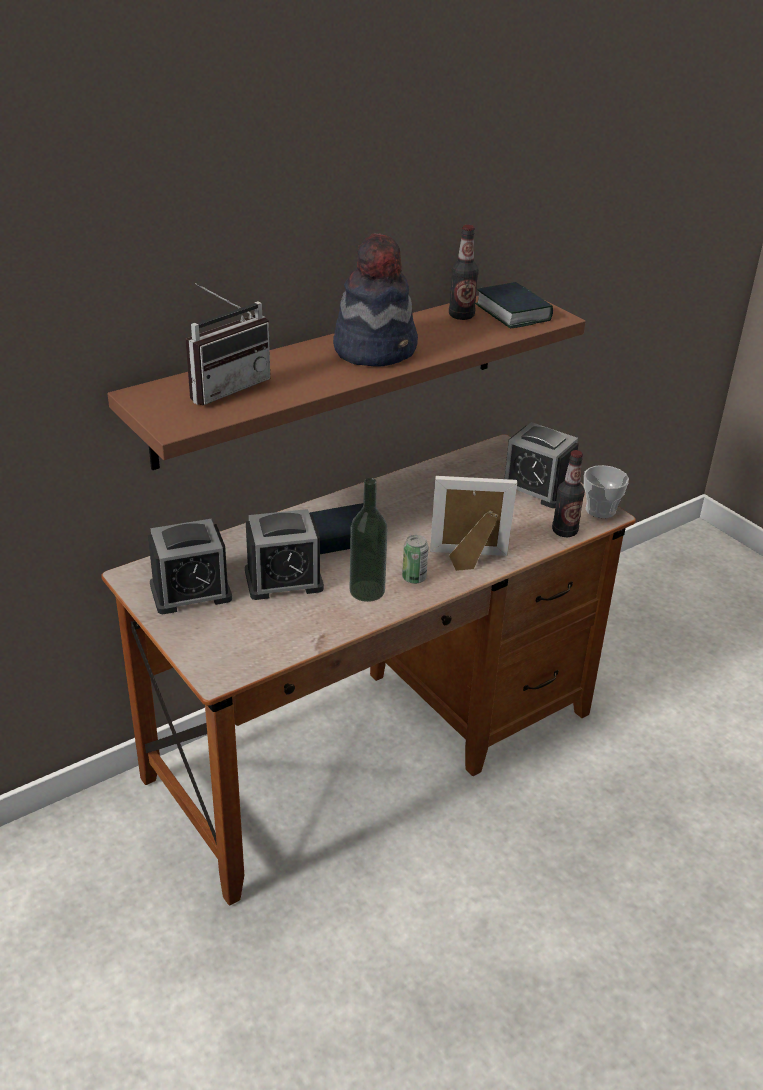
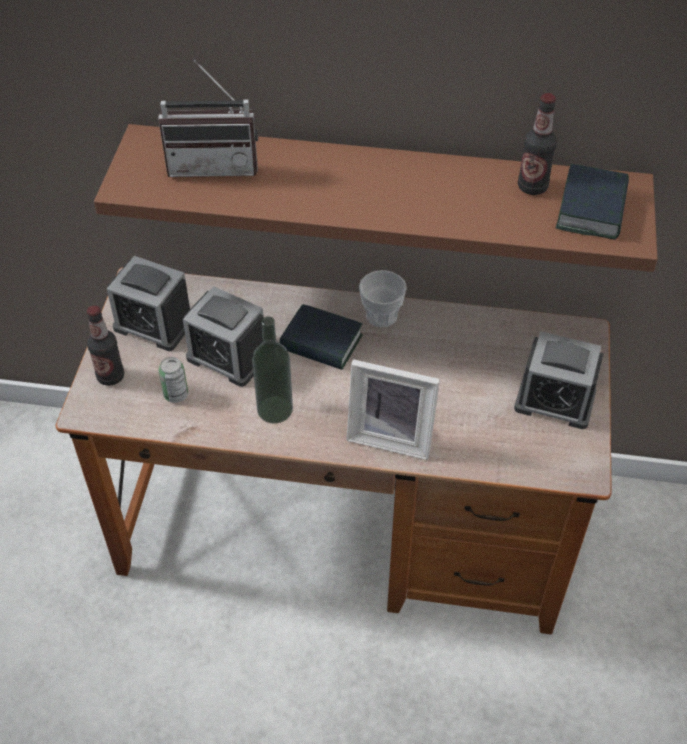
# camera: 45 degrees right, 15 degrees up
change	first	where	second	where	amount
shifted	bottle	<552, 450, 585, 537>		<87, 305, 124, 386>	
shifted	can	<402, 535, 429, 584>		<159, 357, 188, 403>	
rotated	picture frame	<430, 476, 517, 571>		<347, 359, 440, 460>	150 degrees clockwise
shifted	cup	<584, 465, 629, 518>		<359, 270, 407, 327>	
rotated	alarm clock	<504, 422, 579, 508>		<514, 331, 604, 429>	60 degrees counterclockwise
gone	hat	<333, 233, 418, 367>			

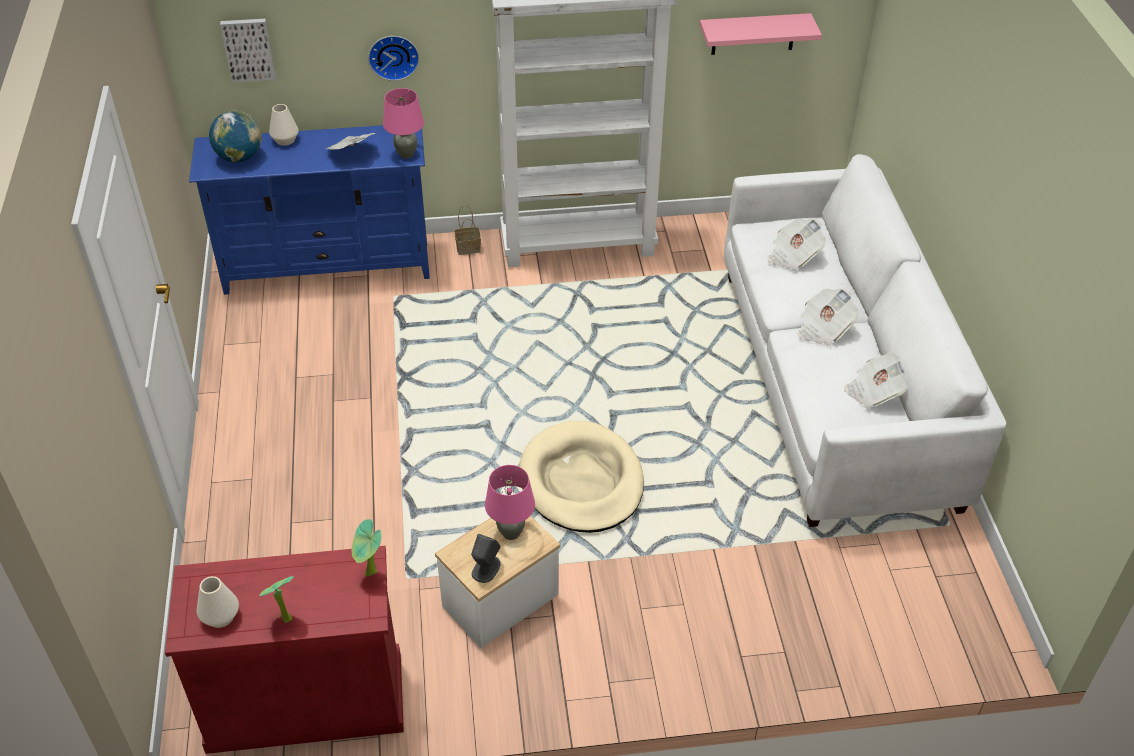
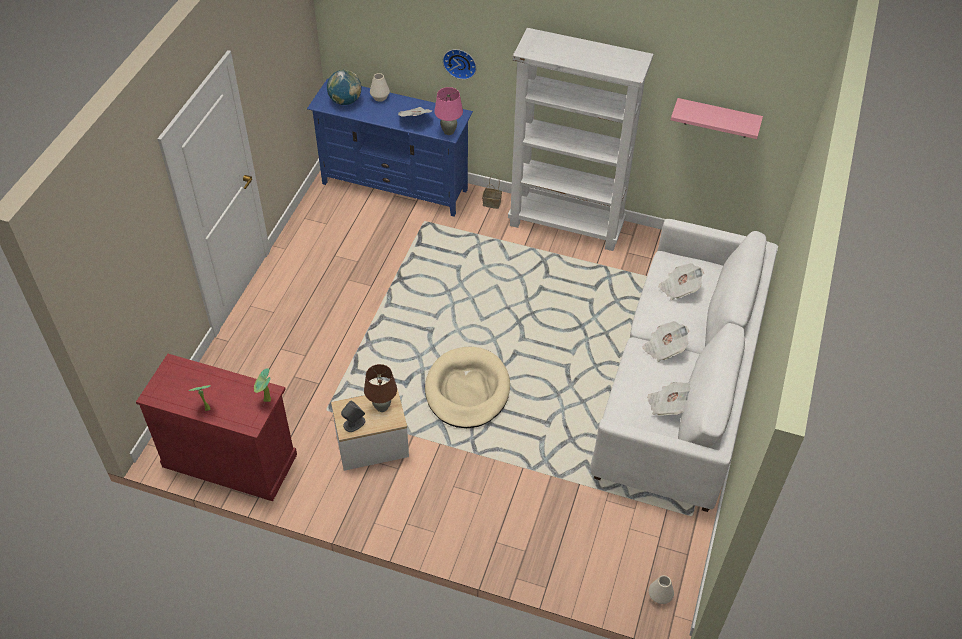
# camera: 25 degrees right, 5 degrees up
change	first	where	second	where	amount
repainted	pink table lamp	<485, 465, 535, 540>	brown table lamp	<364, 364, 397, 412>	
shifted	white vase	<197, 576, 239, 628>		<649, 575, 674, 604>	
gone	picture	<220, 19, 276, 83>			

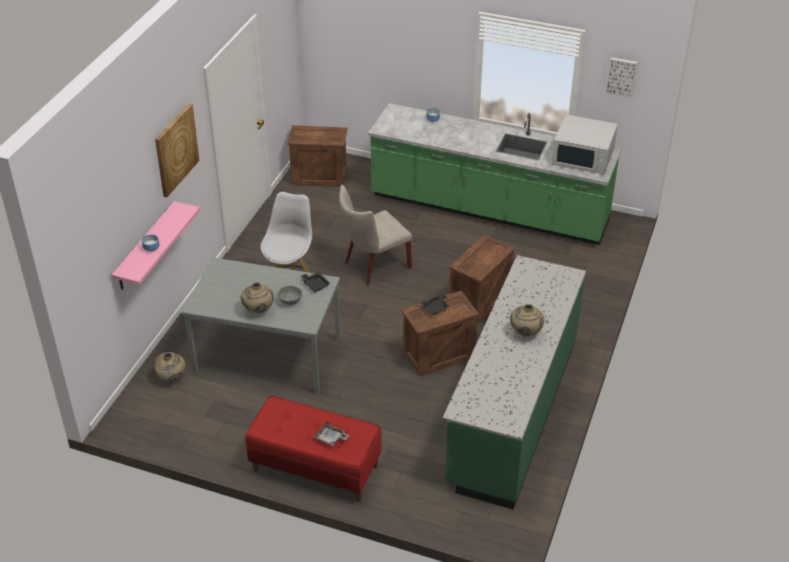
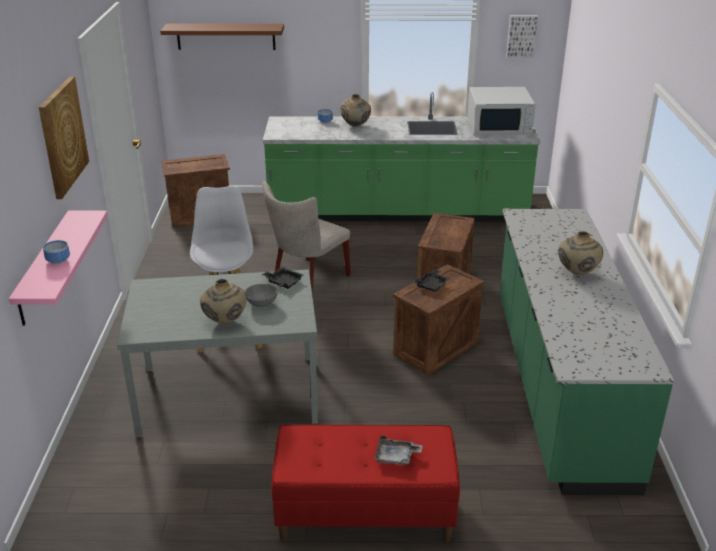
# camera: 20 degrees left, 10 degrees down
change	first	where	second	where	amount
new			brown shelf	<160, 24, 284, 50>	
shifted	beige vase	<154, 352, 186, 382>		<340, 94, 371, 127>	

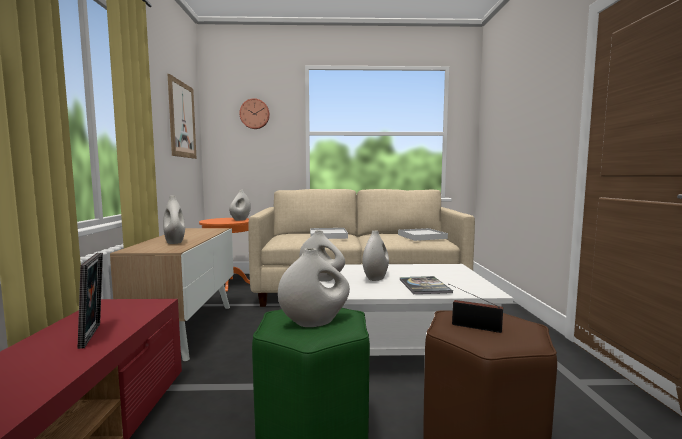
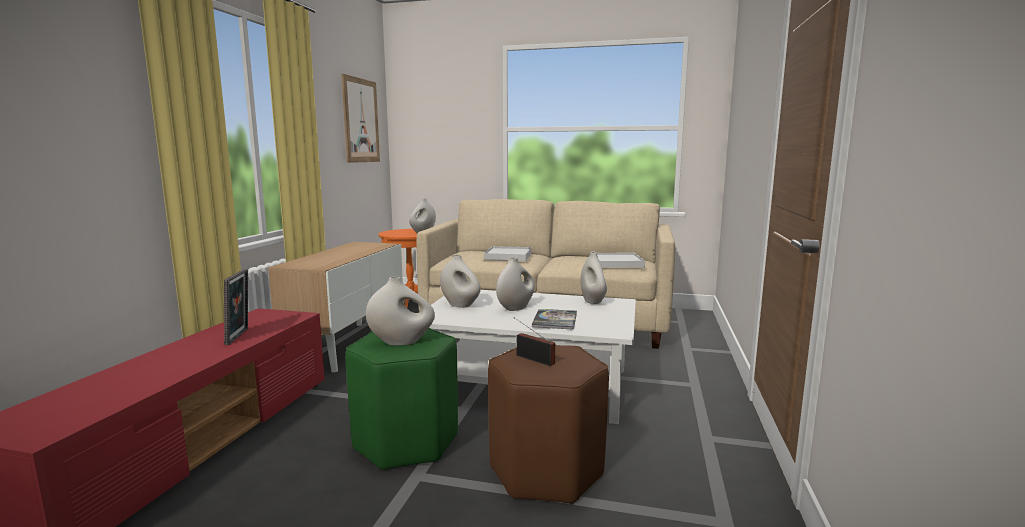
# camera: 15 degrees right, 5 degrees up
change	first	where	second	where	amount
shifted	white vase	<163, 196, 185, 244>		<580, 251, 607, 304>	
gone	wall clock	<239, 98, 270, 129>			

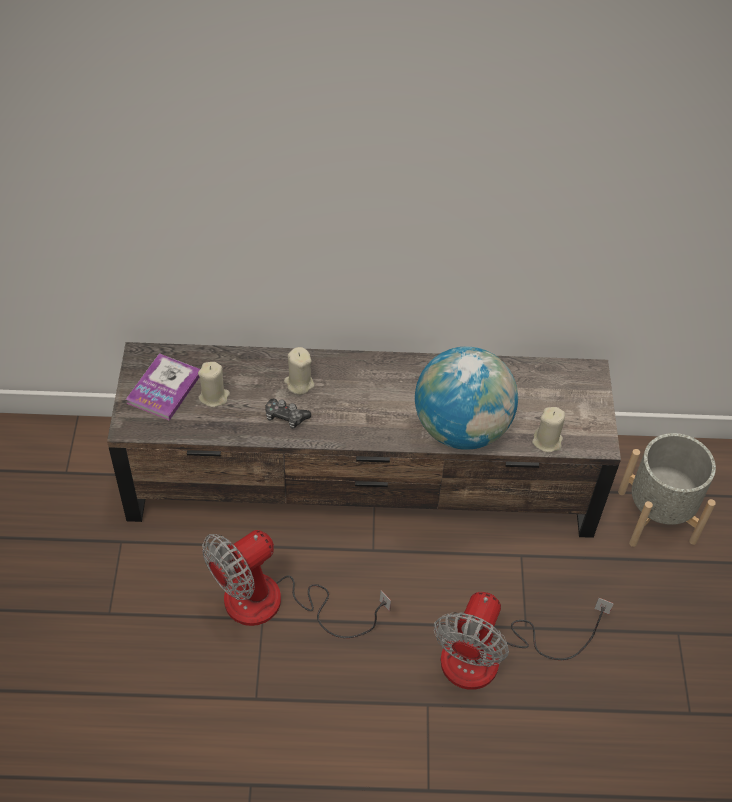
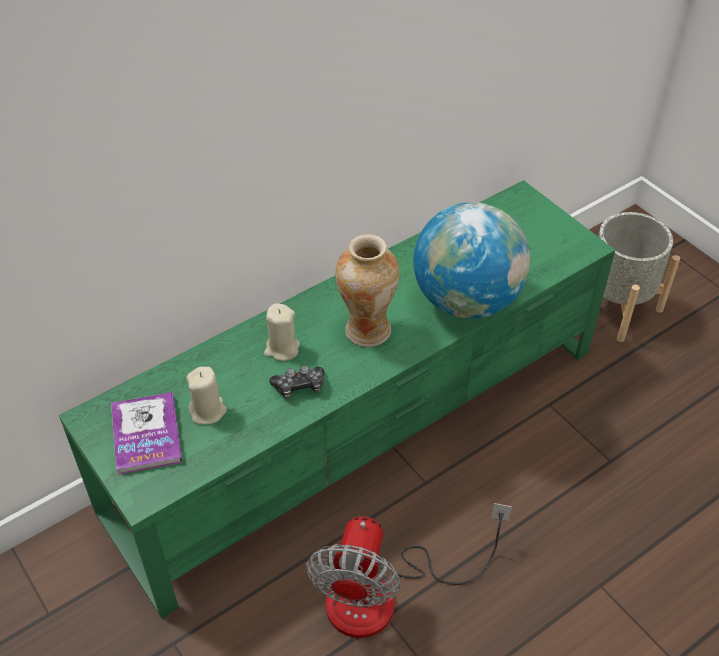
# camera: 35 degrees left, 5 degrees down
change	first	where	second	where	amount
repainted	brown tv stand	<107, 342, 621, 538>	green tv stand	<59, 180, 615, 619>	
new			vase	<335, 234, 399, 347>	
gone	fan	<433, 592, 614, 690>			
gone	beige candle	<532, 407, 565, 453>			

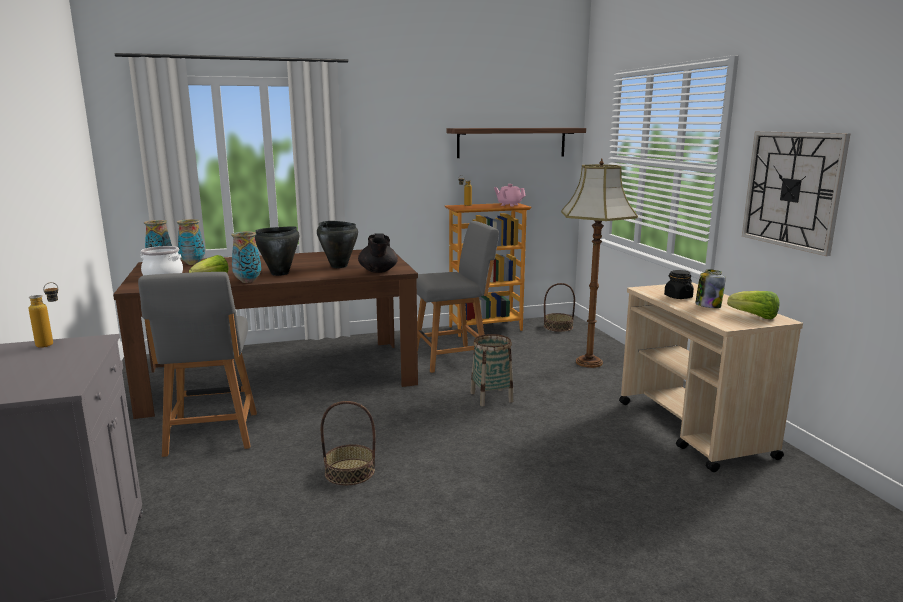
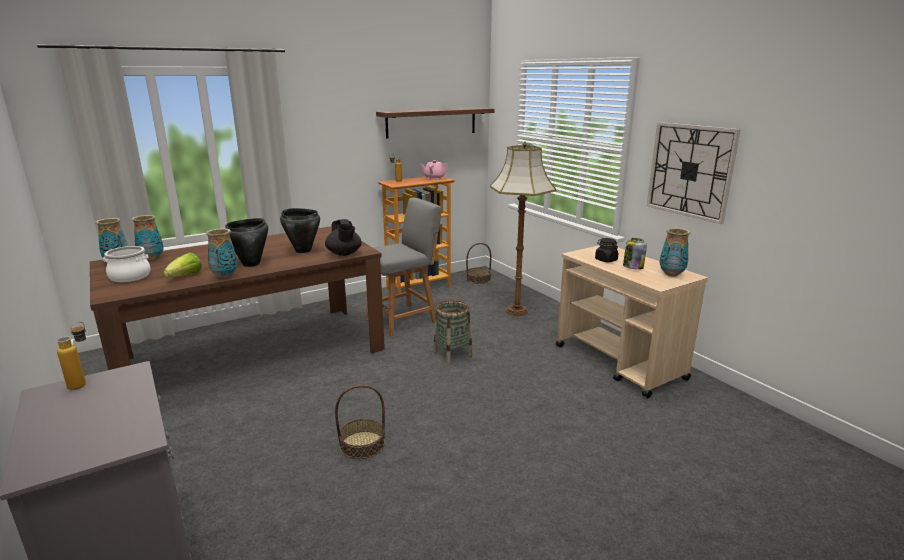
# camera: 15 degrees left, 5 degrees up
change	first	where	second	where	amount
swapped	lettuce	<727, 291, 780, 319>	vase	<660, 228, 691, 277>	
gone	grey chair	<138, 272, 257, 457>			

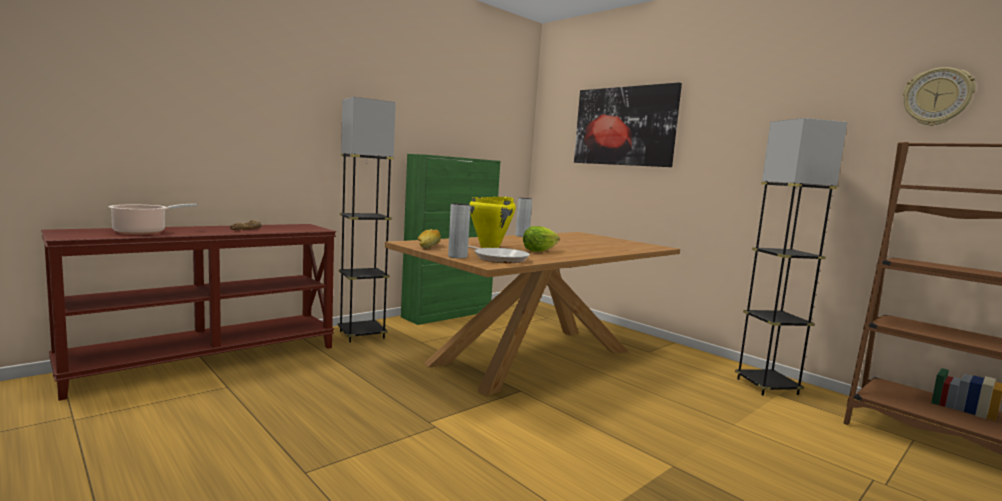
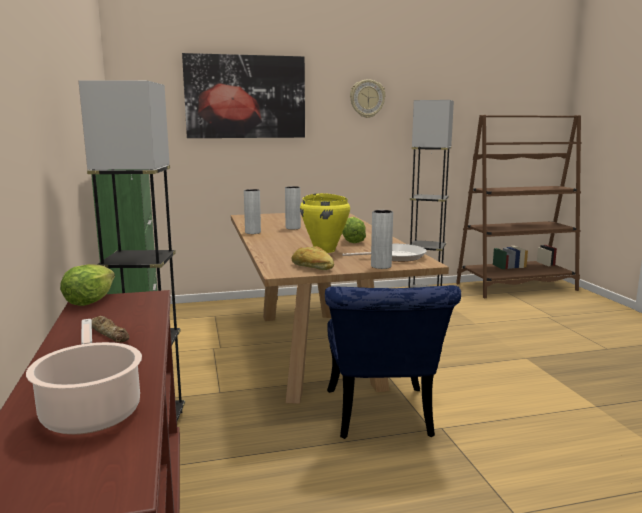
# camera: 60 degrees left, 5 degrees up
change	first	where	second	where	amount
new			lettuce	<60, 264, 115, 306>	
new			grey vase	<285, 186, 301, 229>	
new			blue chair	<325, 285, 461, 439>	
shifted	wall clock	<903, 67, 976, 126>		<350, 79, 386, 118>	

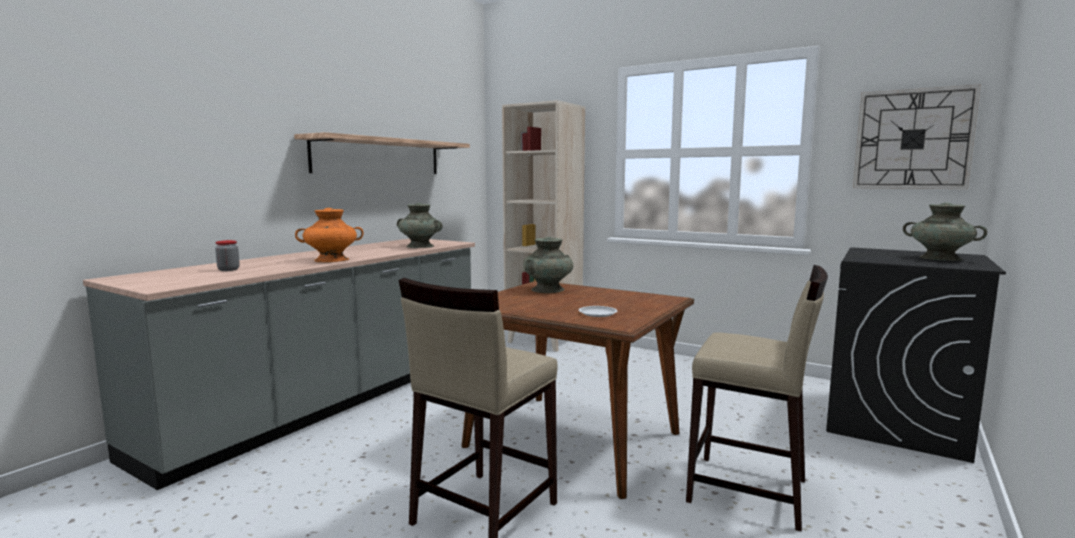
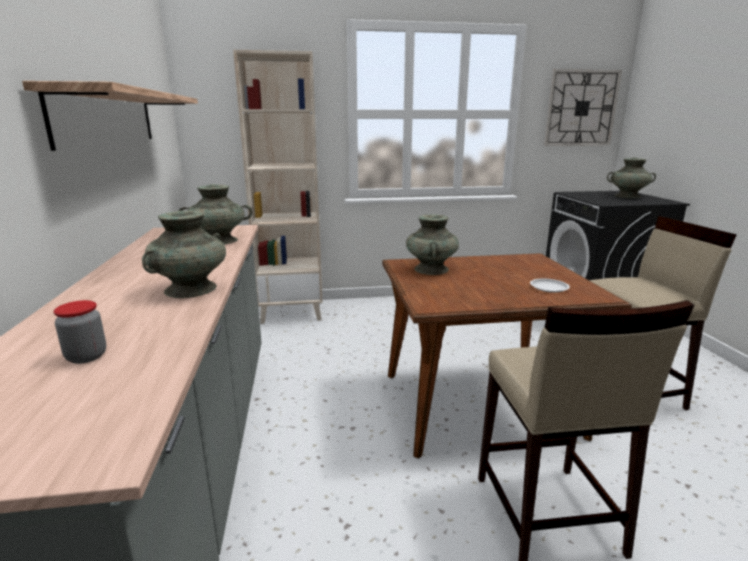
# camera: 40 degrees left, 10 degrees up
change	first	where	second	where	amount
repainted	orange vase	<295, 208, 364, 262>	turquoise vase	<142, 211, 226, 298>	

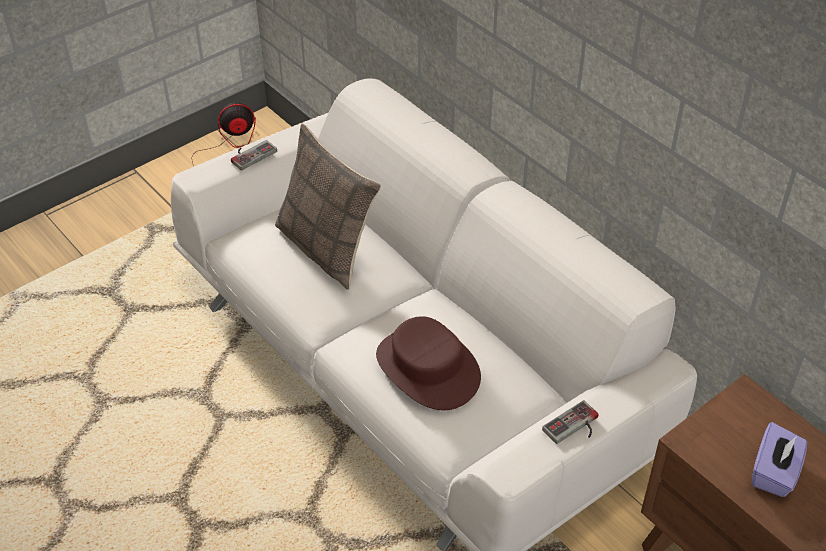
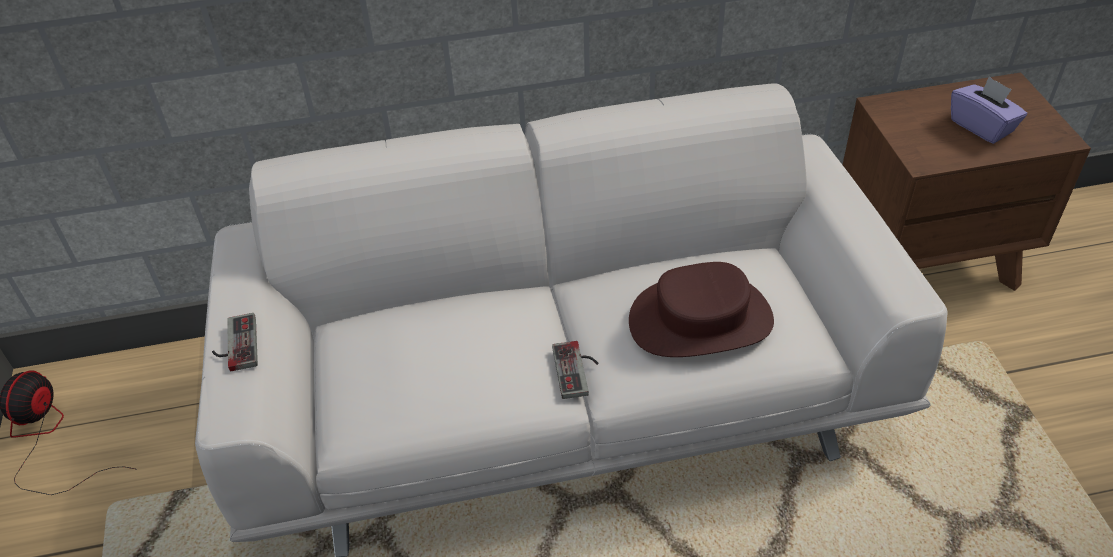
# camera: 60 degrees left, 0 degrees up
change	first	where	second	where	amount
shifted	game controller	<542, 400, 599, 444>		<552, 341, 599, 399>	
gone	pillow	<275, 123, 381, 290>			

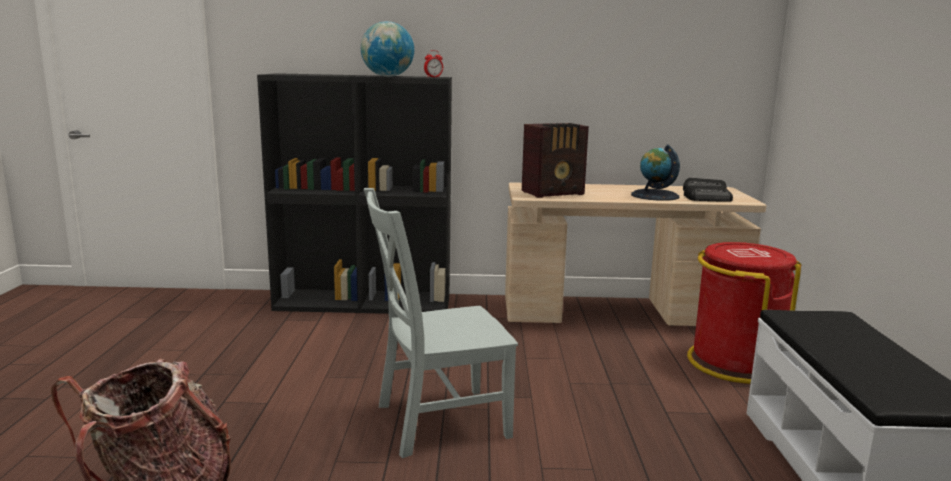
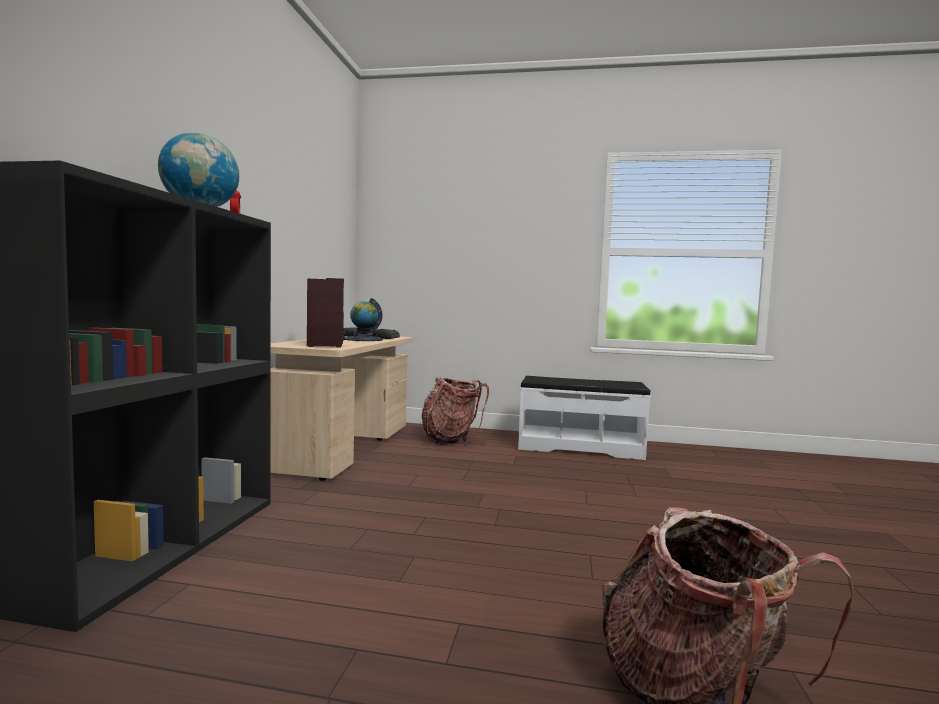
# camera: 80 degrees left, 10 degrees down
change	first	where	second	where	amount
swapped	red trash can	<687, 242, 802, 384>	backpack	<422, 377, 489, 445>	
gone	grey chair	<364, 188, 518, 458>			

